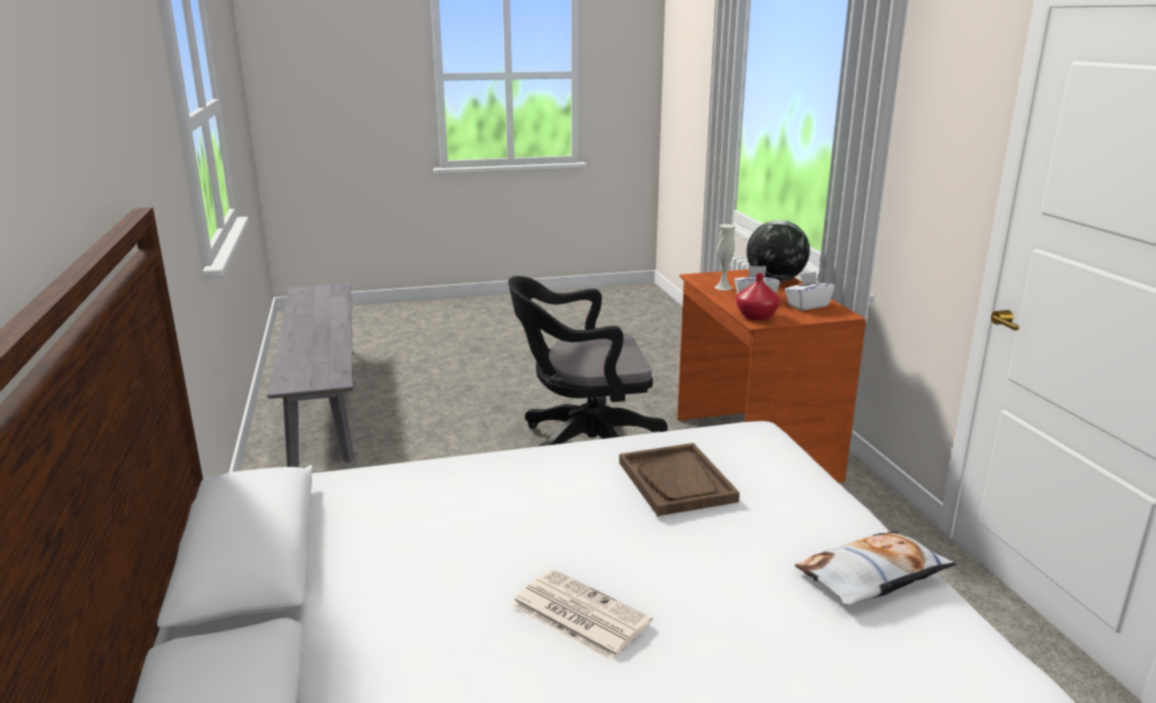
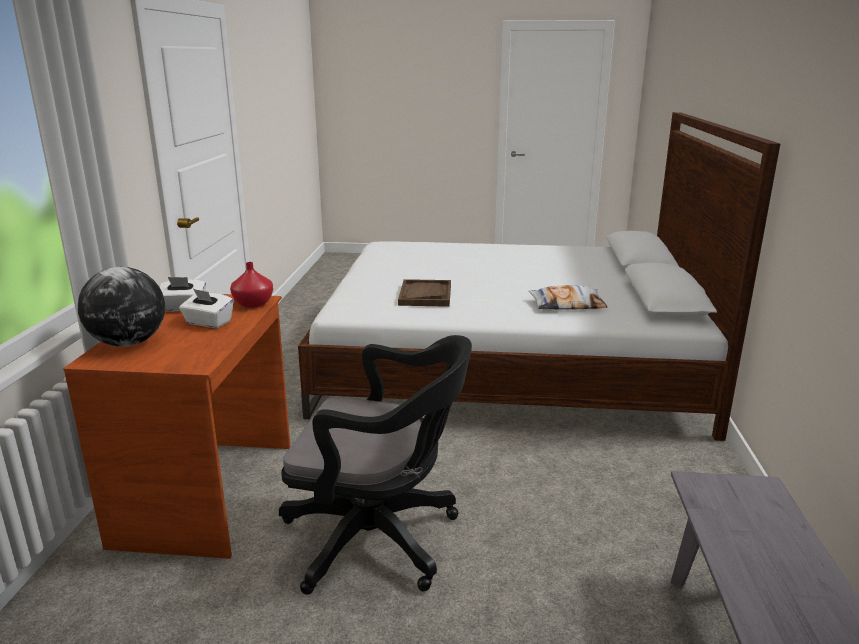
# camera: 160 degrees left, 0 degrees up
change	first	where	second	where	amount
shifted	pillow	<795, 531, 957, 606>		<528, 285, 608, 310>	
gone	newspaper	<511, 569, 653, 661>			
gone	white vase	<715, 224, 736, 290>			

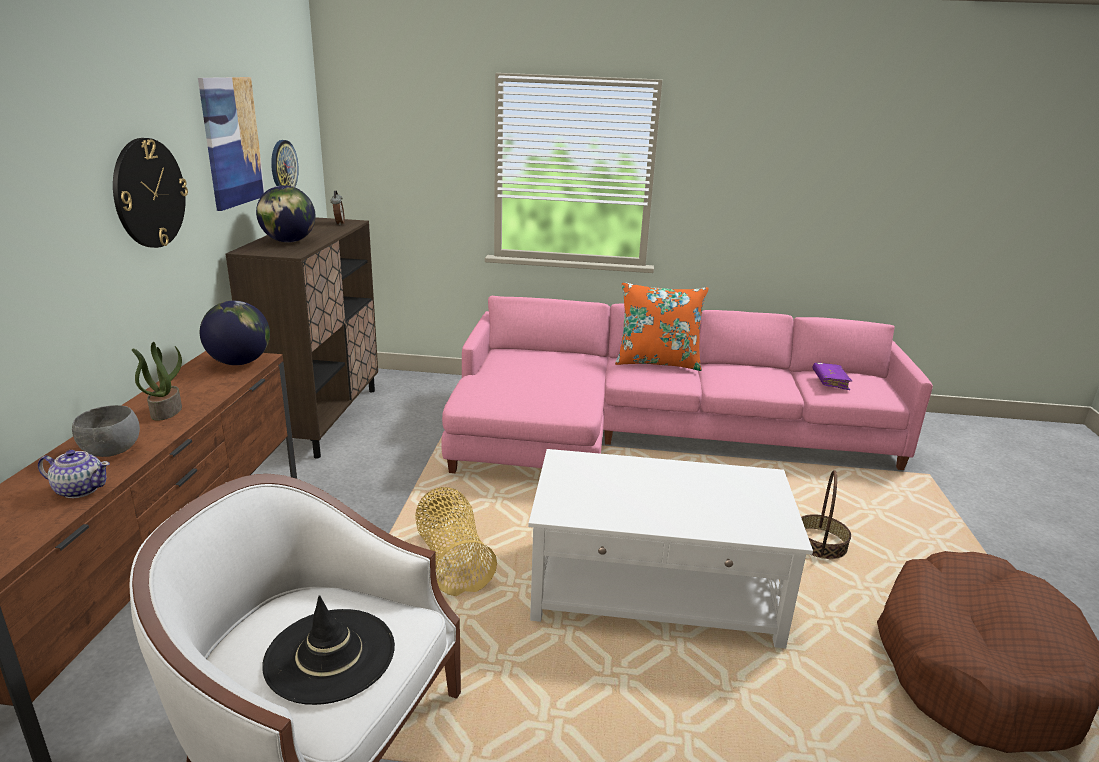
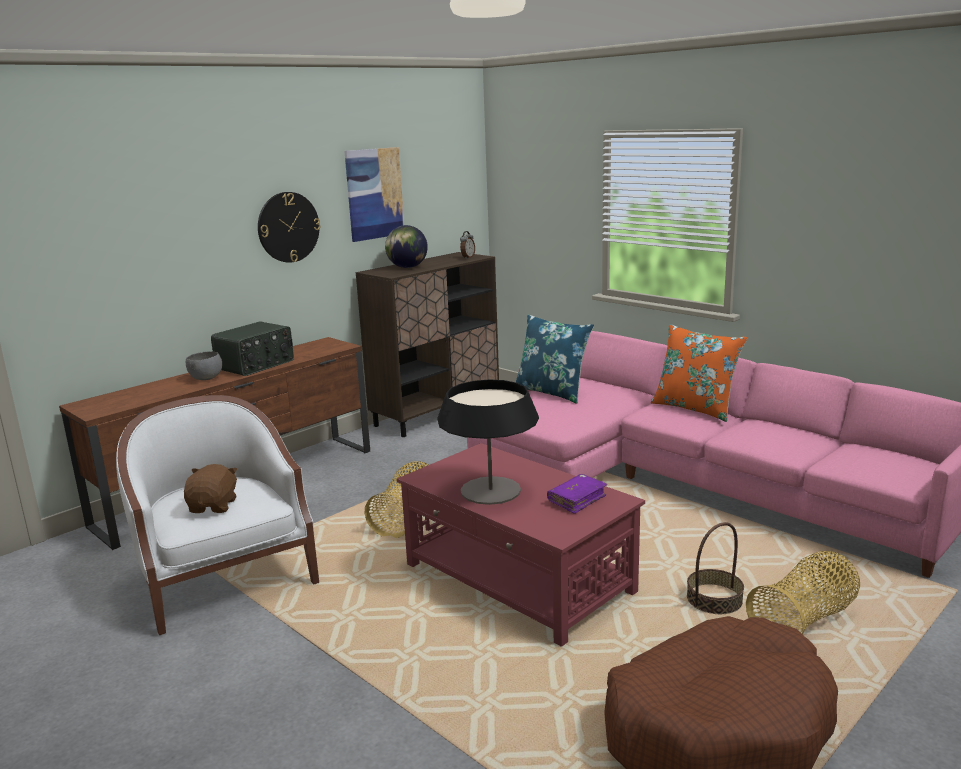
# camera: 40 degrees right, 5 degrees down
change	first	where	second	where	amount
swapped	black hat	<262, 595, 395, 705>	brown plush toy	<184, 464, 238, 513>	
swapped	potted plant	<132, 342, 182, 421>	radio	<211, 321, 294, 376>	
repainted	white coffee table	<528, 449, 813, 648>	red coffee table	<397, 443, 645, 647>	
new			table lamp	<437, 379, 539, 505>	
new			blue pillow	<515, 314, 594, 404>	
shifted	purple book	<813, 362, 852, 390>		<547, 474, 607, 514>	
new			basket	<746, 551, 860, 634>	
gone	teapot	<38, 450, 110, 498>			
gone	globe	<200, 301, 270, 365>			
gone	wall clock	<271, 140, 299, 187>			

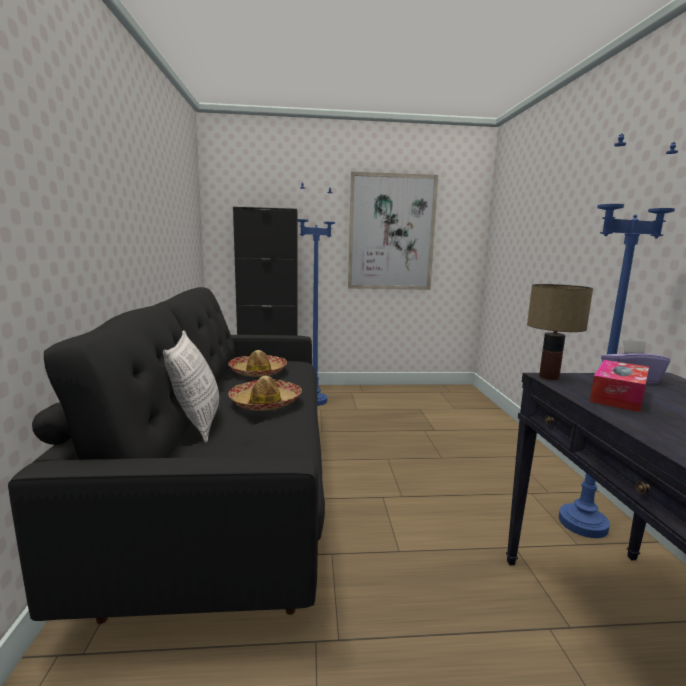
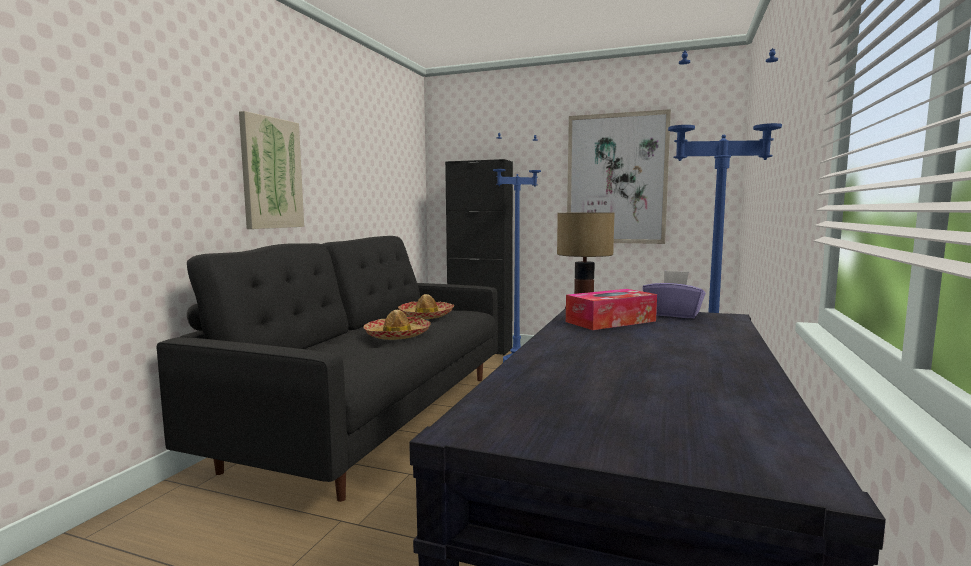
# camera: 25 degrees right, 5 degrees down
change	first	where	second	where	amount
new			picture	<239, 111, 304, 229>	
gone	pillow	<163, 330, 219, 443>			

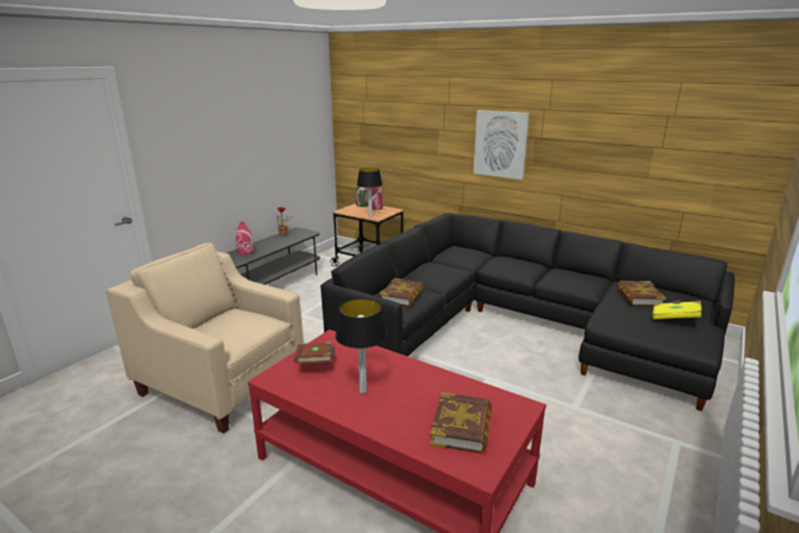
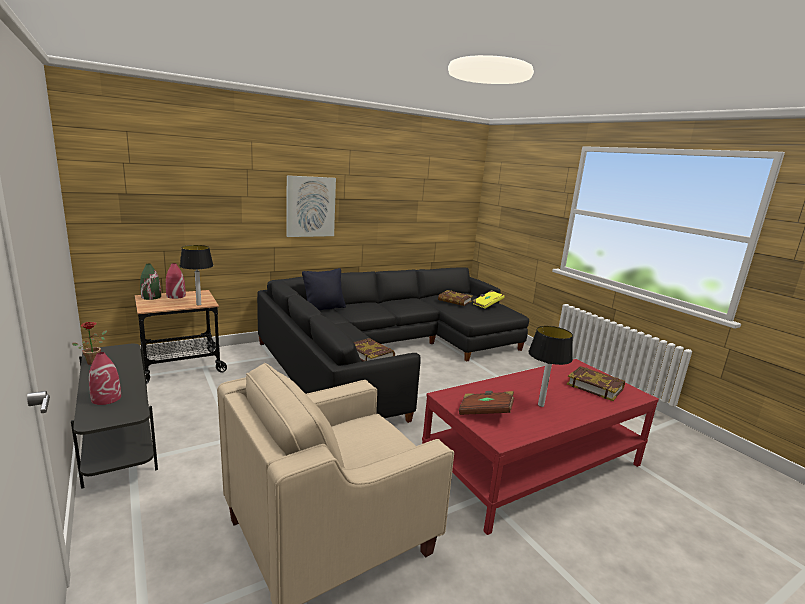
# camera: 65 degrees left, 5 degrees down
change	first	where	second	where	amount
new			black pillow	<302, 268, 346, 311>	

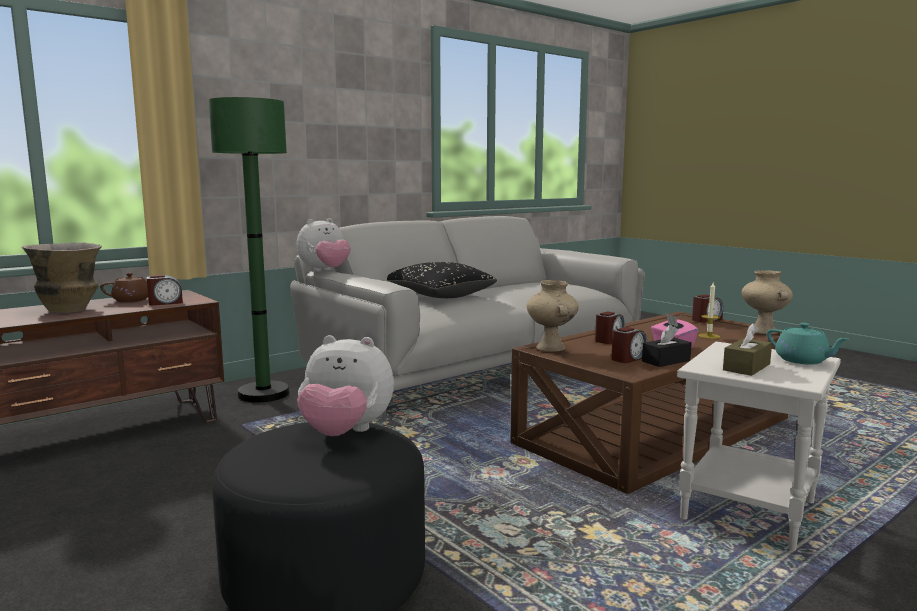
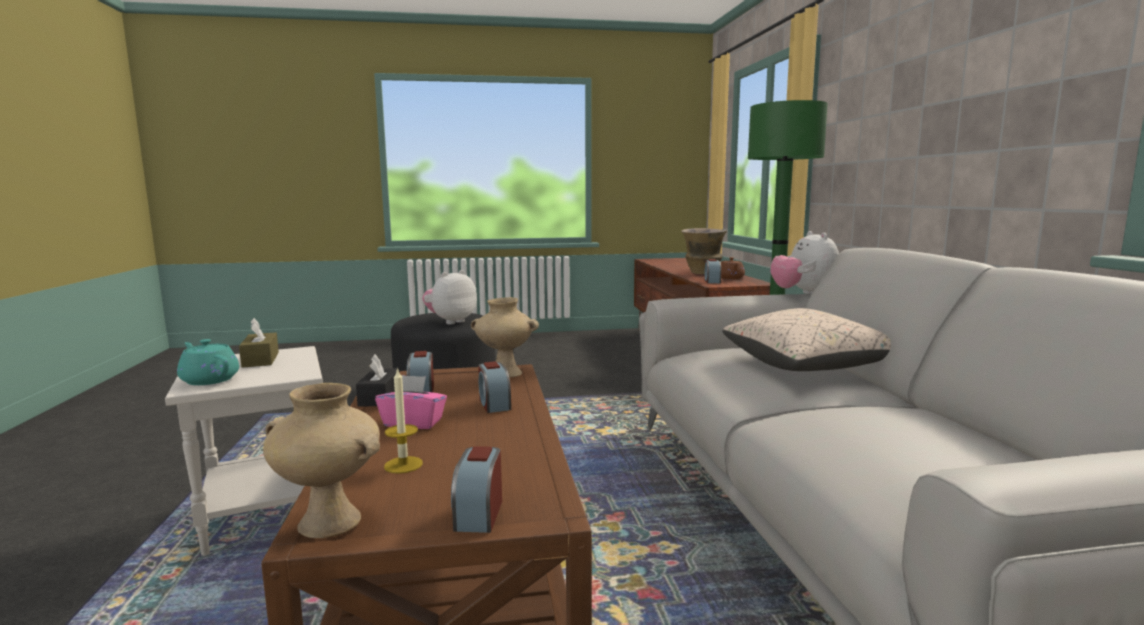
# camera: 120 degrees right, 0 degrees up
change	first	where	second	where	amount
rotated	turquoise teapot	<767, 323, 848, 365>		<177, 339, 239, 385>	45 degrees clockwise
repainted	black pillow	<387, 262, 497, 298>	beige pillow	<722, 308, 891, 371>	

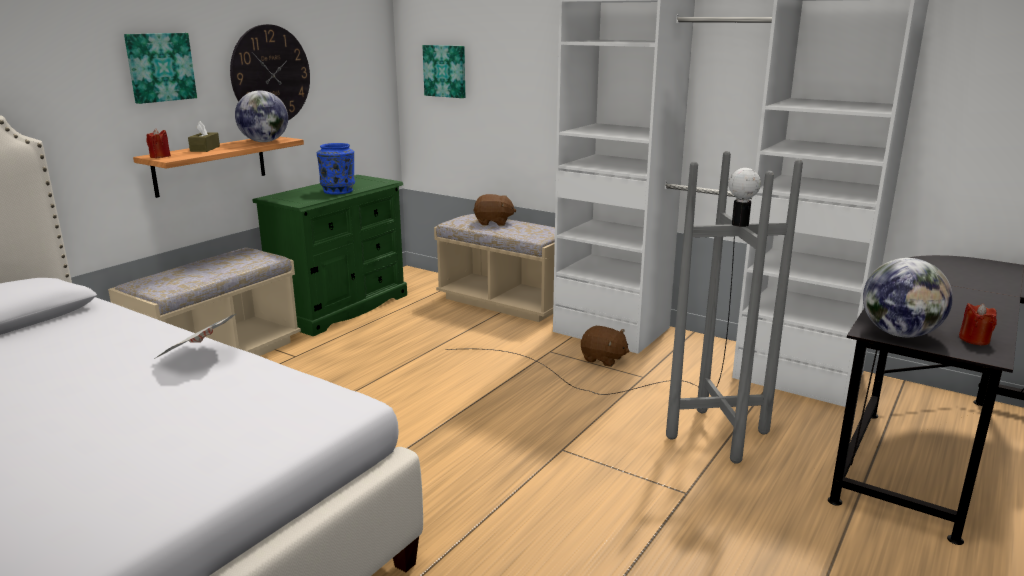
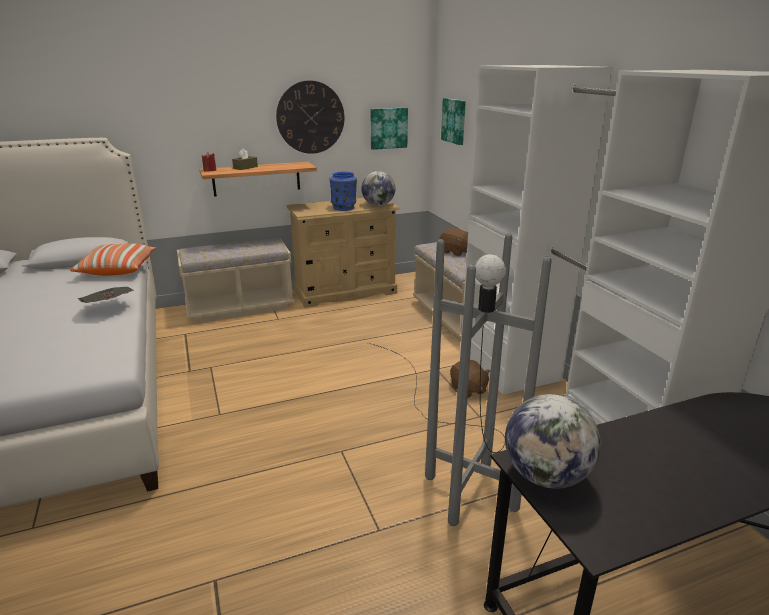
# camera: 35 degrees right, 5 degrees up
change	first	where	second	where	amount
new			pillow	<70, 244, 156, 276>	
repainted	green dresser	<252, 175, 407, 336>	beige dresser	<287, 198, 400, 308>	
shifted	globe	<235, 90, 288, 142>		<361, 171, 396, 206>	
shifted	picture	<124, 33, 197, 104>		<371, 108, 408, 150>	
gone	red candle	<959, 303, 997, 345>			

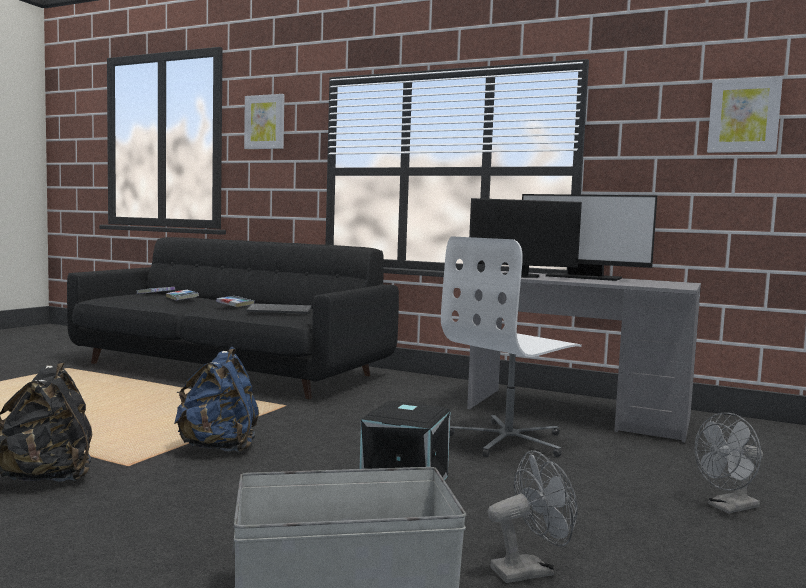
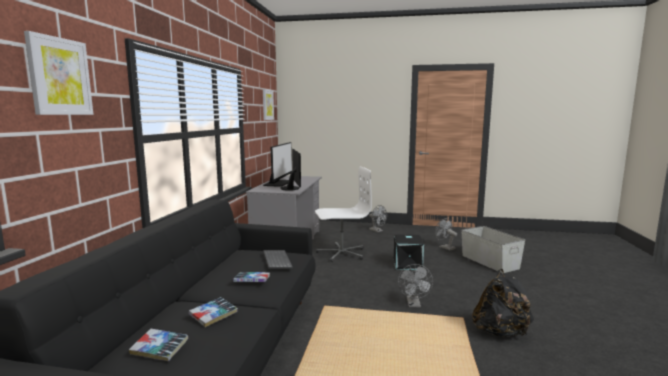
# camera: 105 degrees left, 5 degrees up
change	first	where	second	where	amount
rotated	white office chair	<441, 236, 582, 457>		<315, 166, 372, 262>	45 degrees counterclockwise
swapped	blue backpack	<174, 347, 259, 452>	grey fan	<398, 264, 433, 308>	

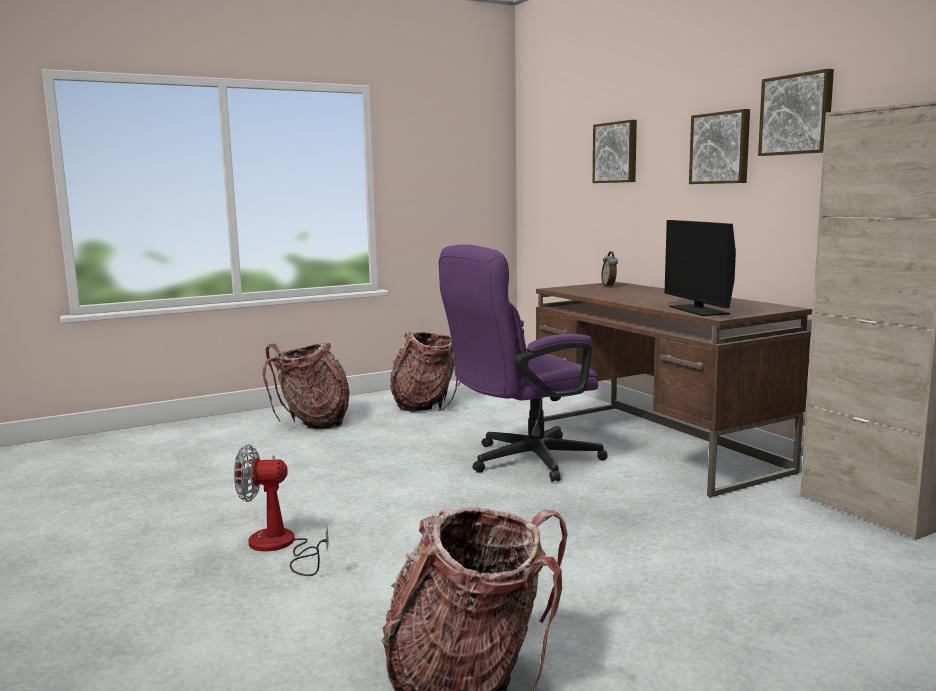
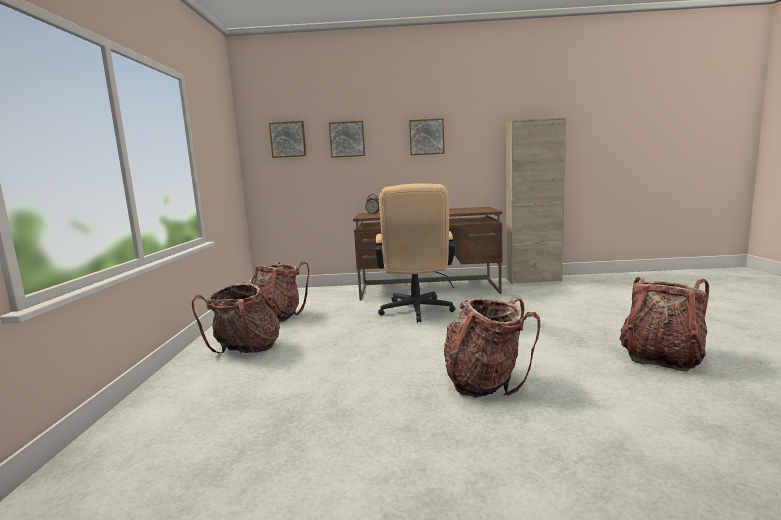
# camera: 60 degrees left, 0 degrees up
change	first	where	second	where	amount
shifted	picture	<758, 69, 834, 156>		<269, 121, 306, 158>	
repainted	purple office chair	<439, 244, 608, 482>	beige office chair	<376, 183, 456, 322>	
swapped	fan	<234, 444, 329, 576>	backpack	<444, 297, 540, 398>	
gone	monitor	<665, 220, 736, 316>			

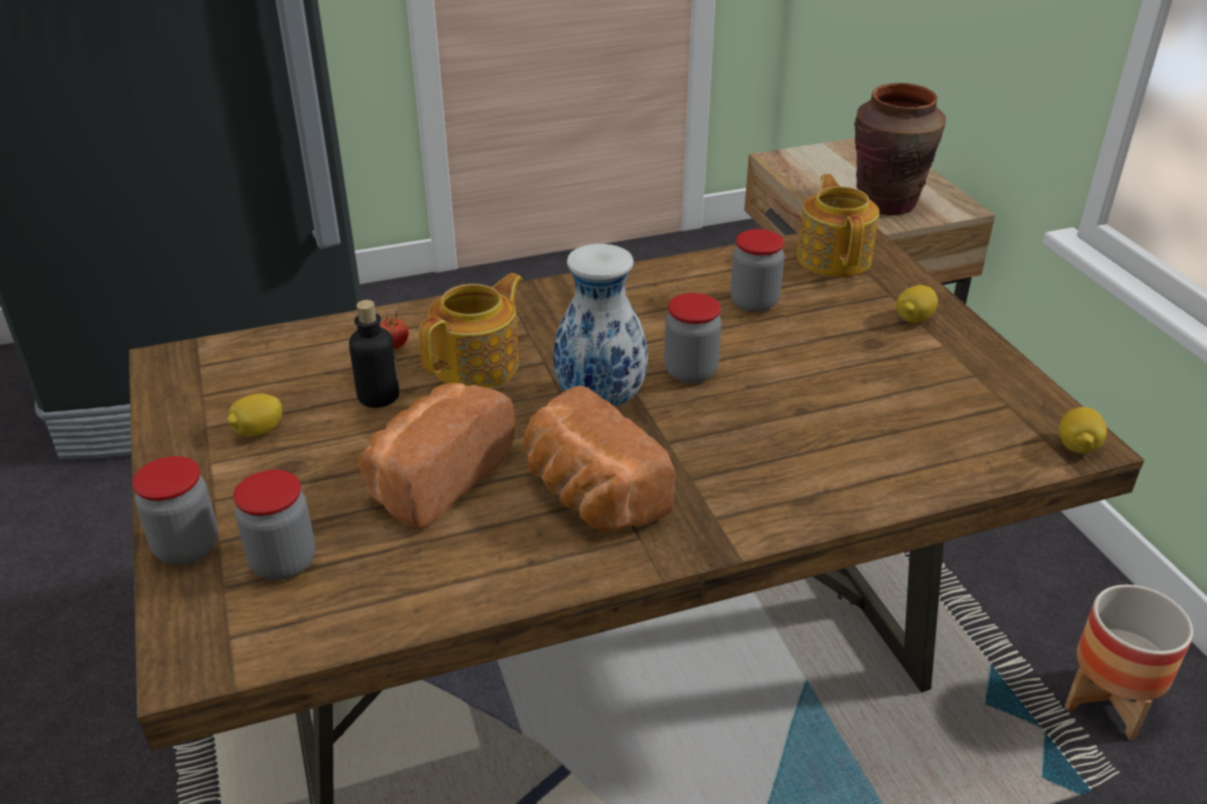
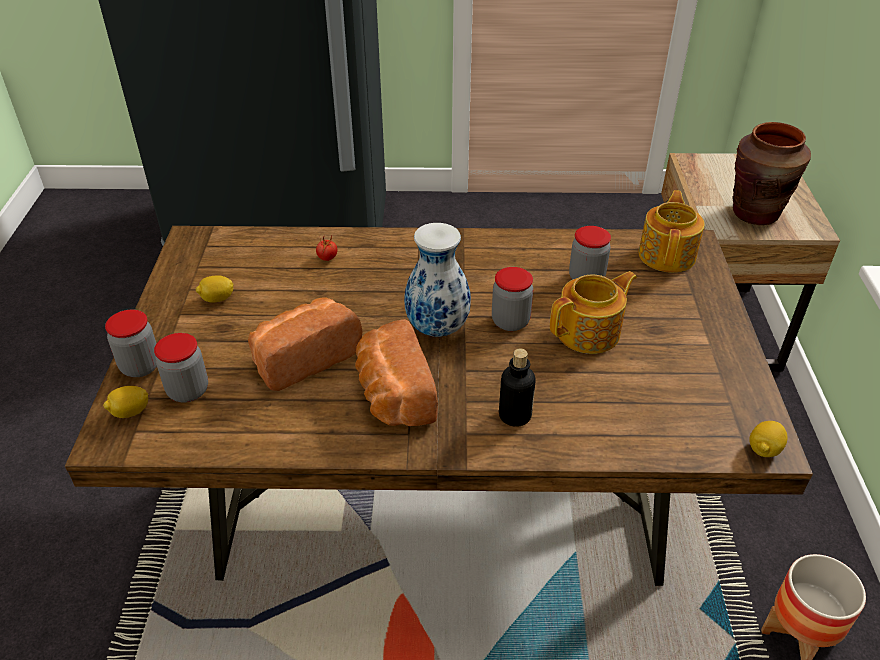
# camera: 20 degrees right, 5 degrees up
change	first	where	second	where	amount
shifted	lemon	<896, 285, 938, 323>		<103, 386, 149, 418>	
shifted	bottle	<349, 300, 399, 408>		<499, 349, 536, 427>	
shifted	teapot	<418, 273, 523, 388>		<550, 271, 637, 354>	

